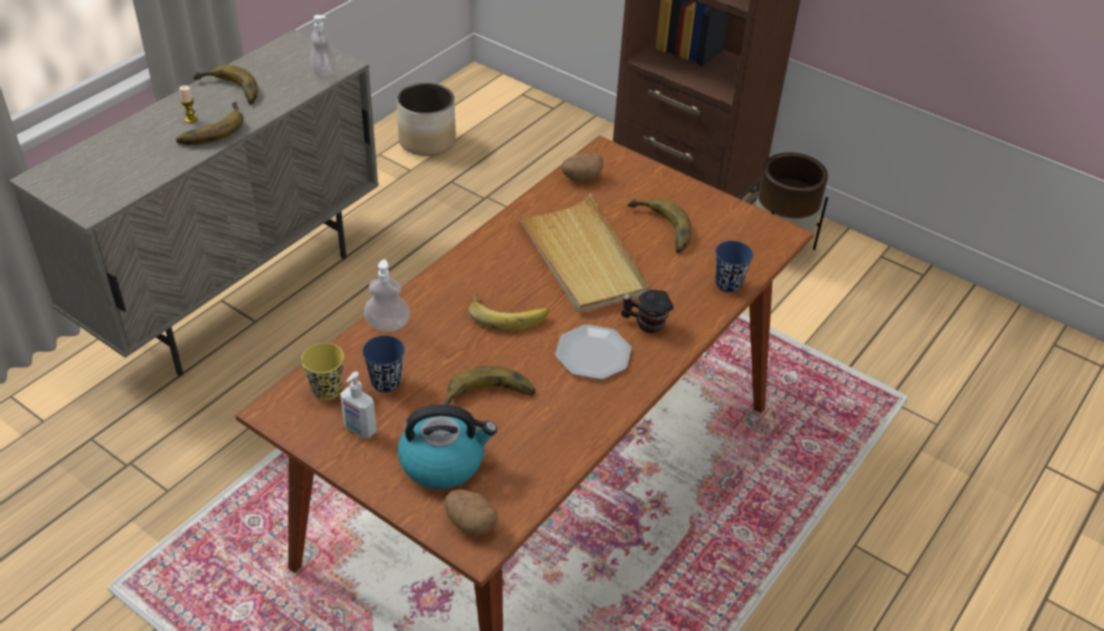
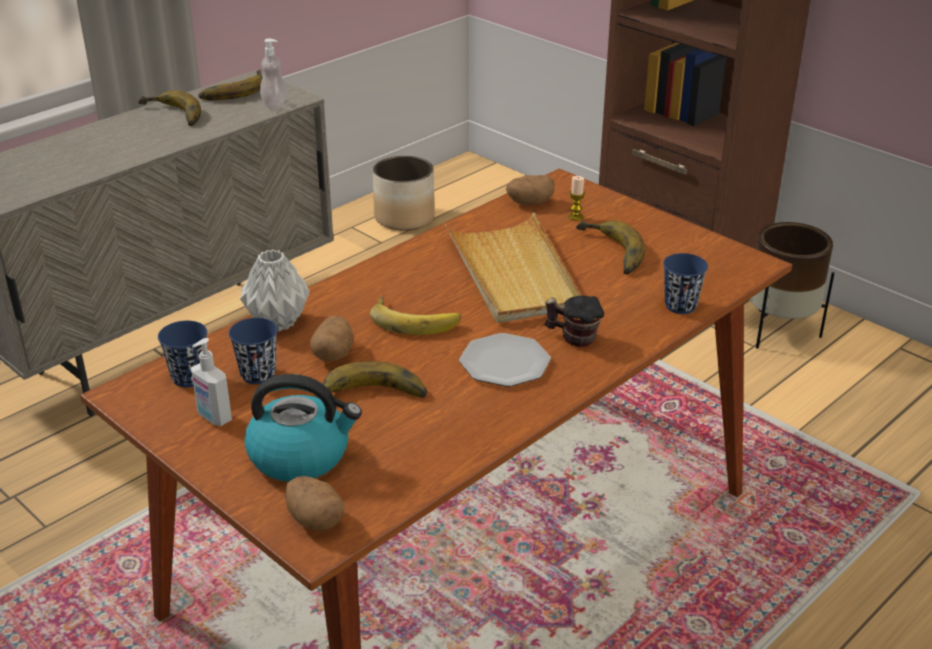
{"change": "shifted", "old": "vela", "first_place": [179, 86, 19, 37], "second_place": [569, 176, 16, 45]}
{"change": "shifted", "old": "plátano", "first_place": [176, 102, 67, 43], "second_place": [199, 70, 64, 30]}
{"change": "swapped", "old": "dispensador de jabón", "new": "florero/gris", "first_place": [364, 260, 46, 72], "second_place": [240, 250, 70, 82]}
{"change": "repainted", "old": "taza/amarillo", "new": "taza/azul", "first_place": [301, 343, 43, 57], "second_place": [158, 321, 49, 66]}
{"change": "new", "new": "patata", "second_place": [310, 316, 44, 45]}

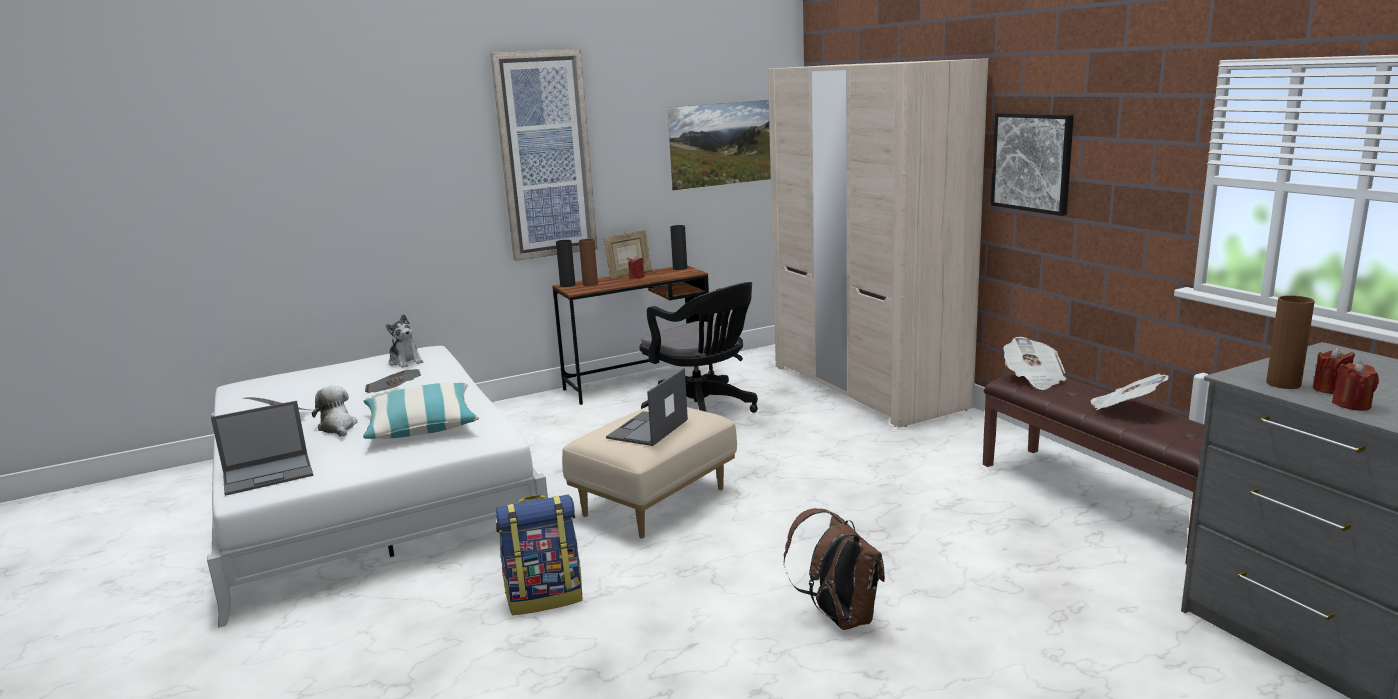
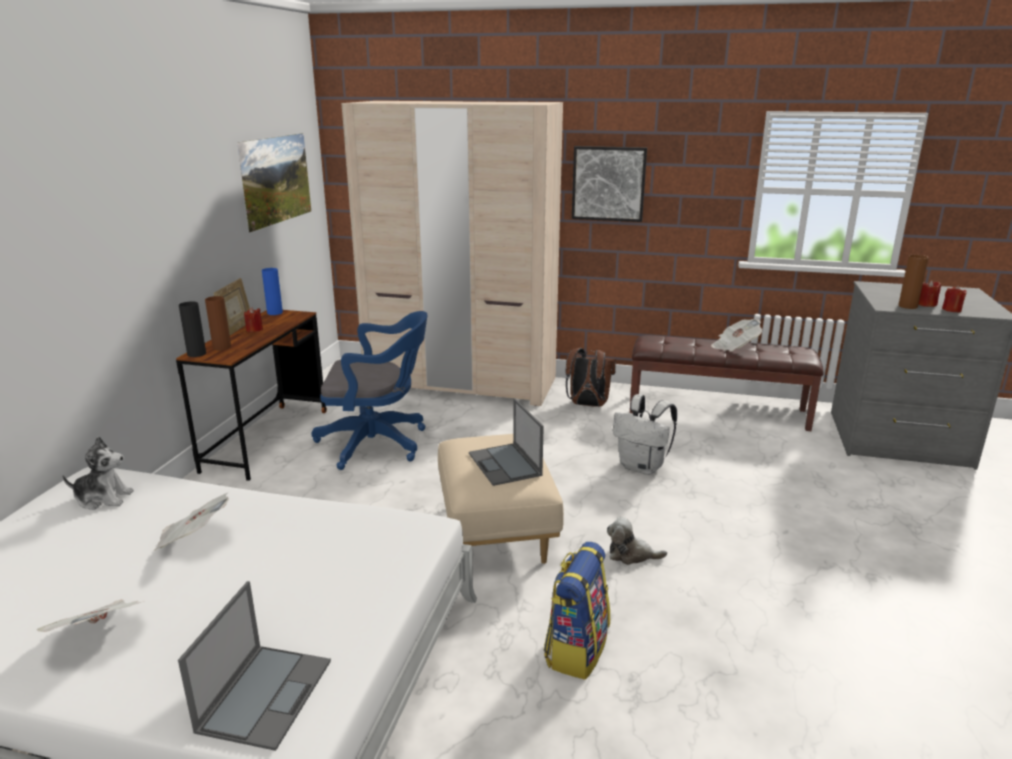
{"change": "gone", "old": "cuadro", "first_place": [490, 49, 108, 212]}
{"change": "repainted", "old": "florero/negro", "new": "florero/azul", "first_place": [670, 225, 17, 45], "second_place": [262, 268, 21, 47]}
{"change": "repainted", "old": "silla de oficina/negro", "new": "silla de oficina/azul", "first_place": [639, 282, 119, 131], "second_place": [312, 311, 116, 159]}
{"change": "gone", "old": "periódico", "first_place": [1003, 337, 64, 53]}
{"change": "gone", "old": "cojín", "first_place": [363, 383, 116, 56]}
{"change": "shifted", "old": "peluche", "first_place": [312, 386, 46, 51], "second_place": [607, 517, 60, 48]}
{"change": "shifted", "old": "mochila/marrón", "first_place": [784, 508, 101, 122], "second_place": [565, 348, 51, 59]}
{"change": "new", "new": "mochila/blanco", "second_place": [613, 394, 64, 81]}

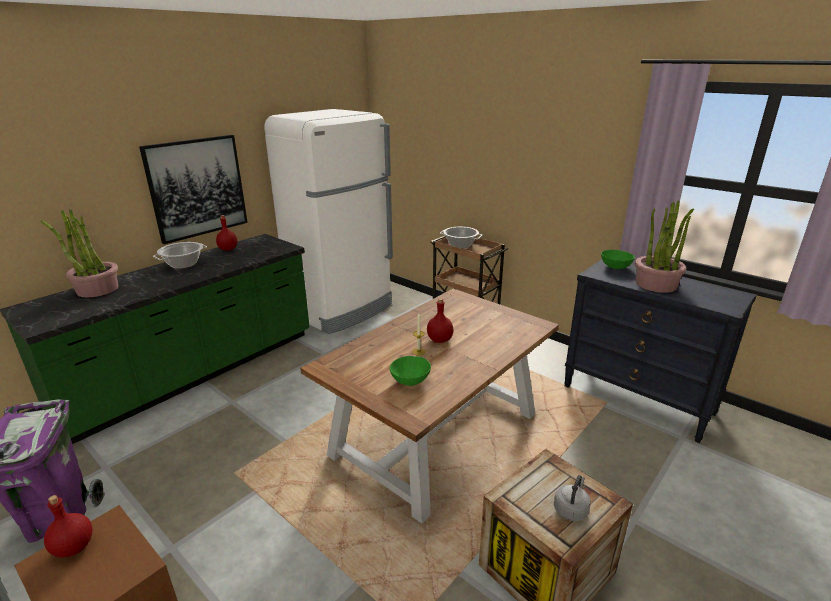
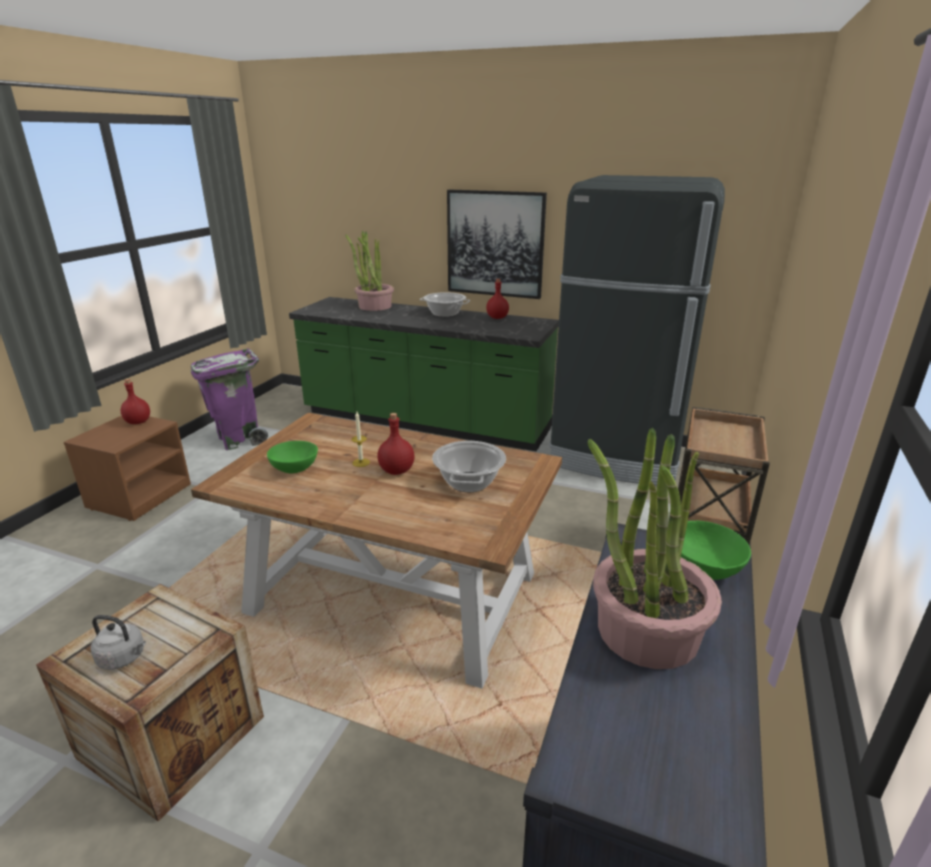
{"change": "repainted", "old": "nevera/blanco", "new": "nevera/negro", "first_place": [264, 109, 129, 225], "second_place": [549, 175, 176, 311]}
{"change": "shifted", "old": "olla", "first_place": [440, 227, 42, 22], "second_place": [432, 441, 74, 51]}

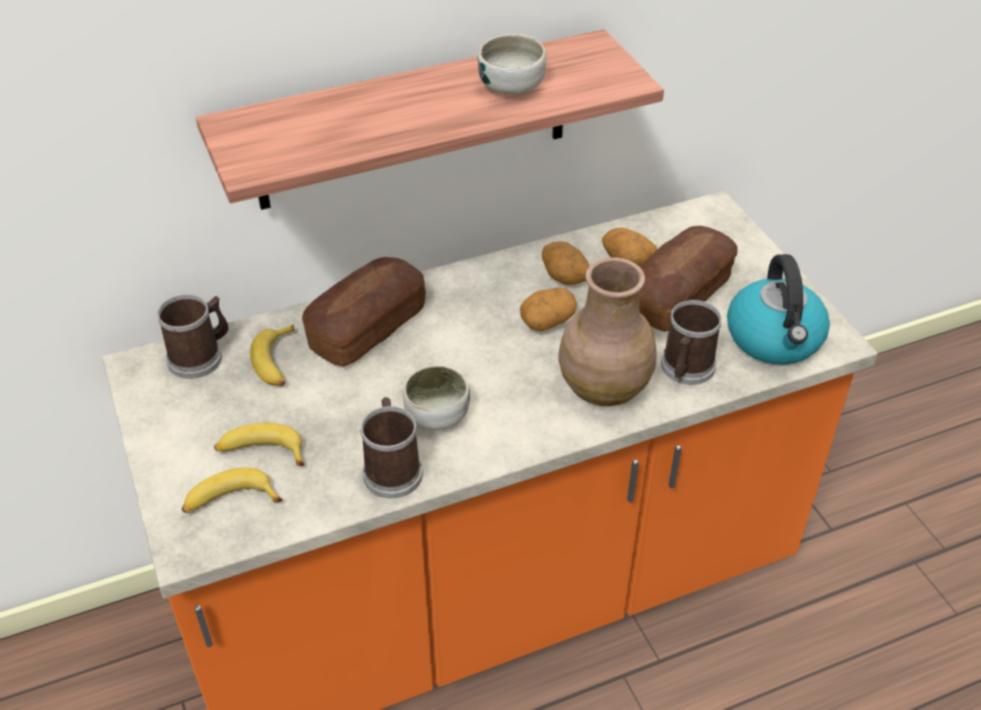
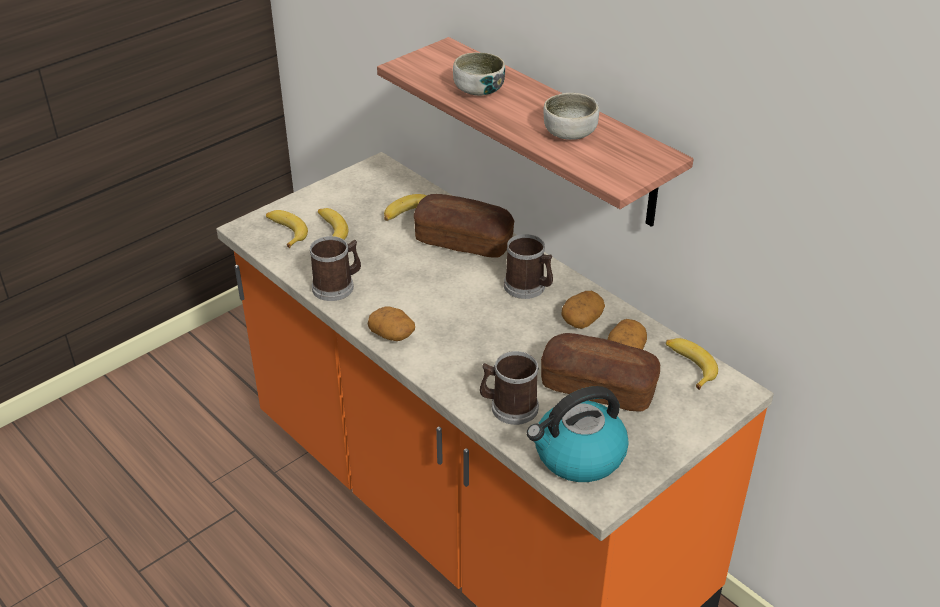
{"change": "gone", "old": "florero/marrón", "first_place": [558, 257, 99, 149]}
{"change": "shifted", "old": "patata", "first_place": [520, 287, 57, 44], "second_place": [368, 306, 47, 35]}
{"change": "shifted", "old": "taza grande", "first_place": [157, 294, 72, 85], "second_place": [504, 234, 49, 65]}
{"change": "shifted", "old": "cuenco", "first_place": [403, 365, 67, 65], "second_place": [453, 52, 52, 44]}
{"change": "new", "new": "plátano", "second_place": [666, 338, 52, 52]}

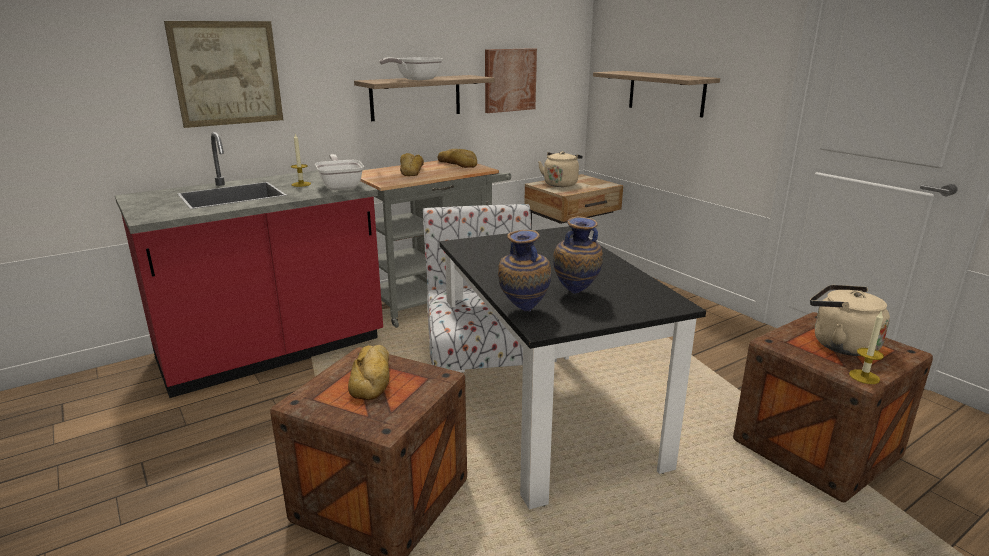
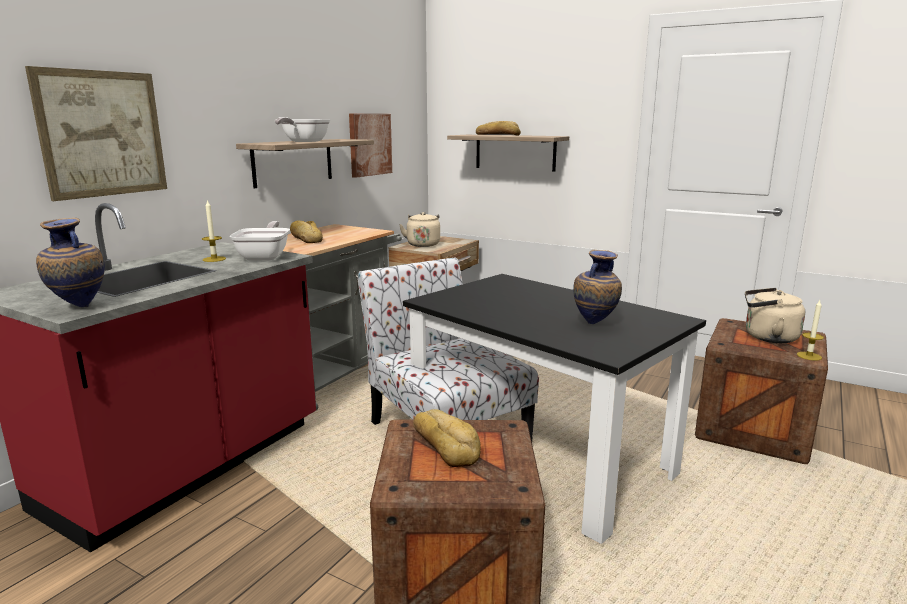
{"change": "shifted", "old": "pan", "first_place": [437, 149, 40, 19], "second_place": [476, 121, 45, 14]}
{"change": "rotated", "old": "sartén", "first_place": [315, 154, 49, 36], "second_place": [229, 221, 61, 39], "degrees": 45}
{"change": "shifted", "old": "florero", "first_place": [498, 230, 53, 82], "second_place": [36, 218, 69, 89]}

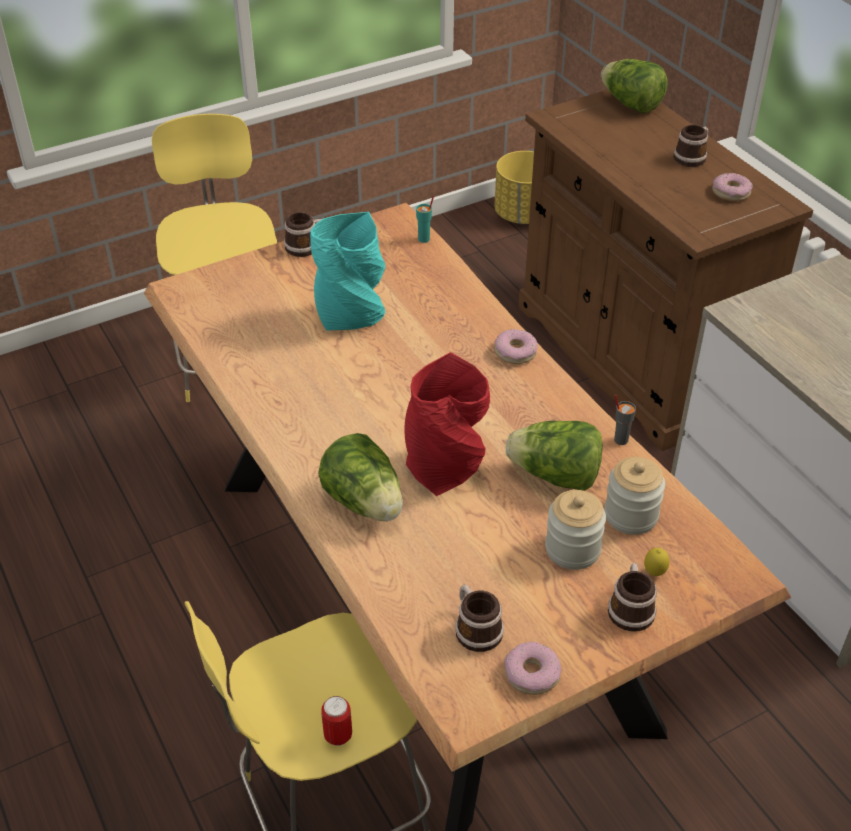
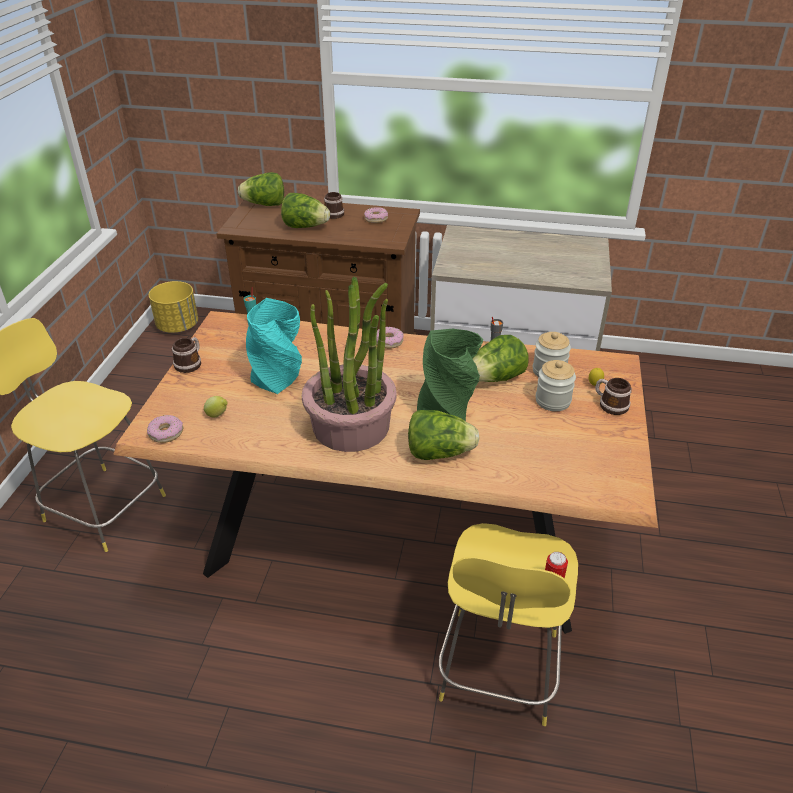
{"change": "repainted", "old": "florero/rojo", "new": "florero/verde", "first_place": [404, 352, 86, 144], "second_place": [417, 329, 66, 92]}
{"change": "gone", "old": "taza grande", "first_place": [455, 585, 49, 67]}
{"change": "shifted", "old": "rosquilla", "first_place": [504, 642, 57, 53], "second_place": [147, 415, 36, 28]}
{"change": "new", "new": "lechuga", "second_place": [281, 193, 49, 35]}
{"change": "new", "new": "planta en maceta", "second_place": [302, 277, 95, 175]}
{"change": "new", "new": "limón", "second_place": [204, 396, 24, 22]}

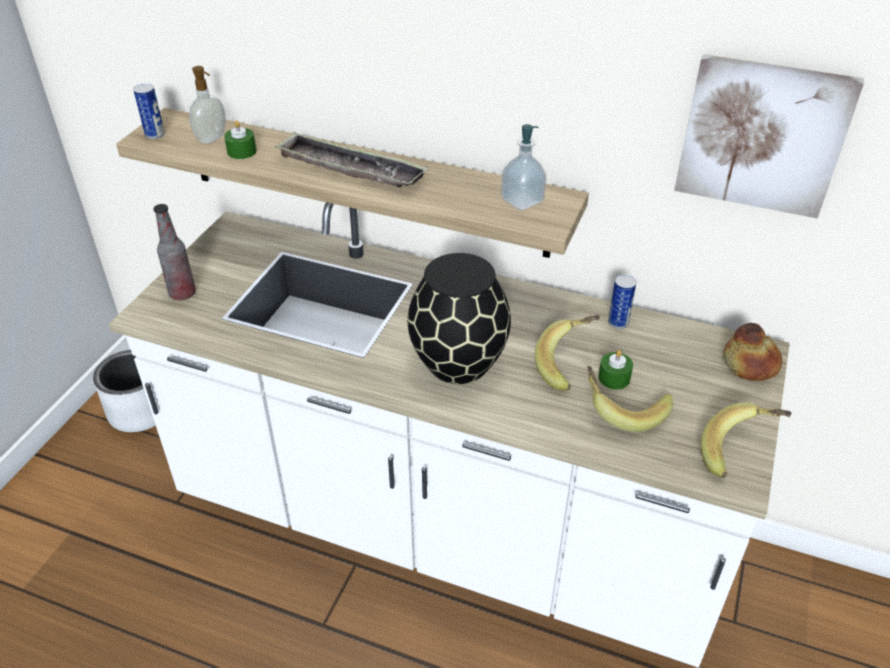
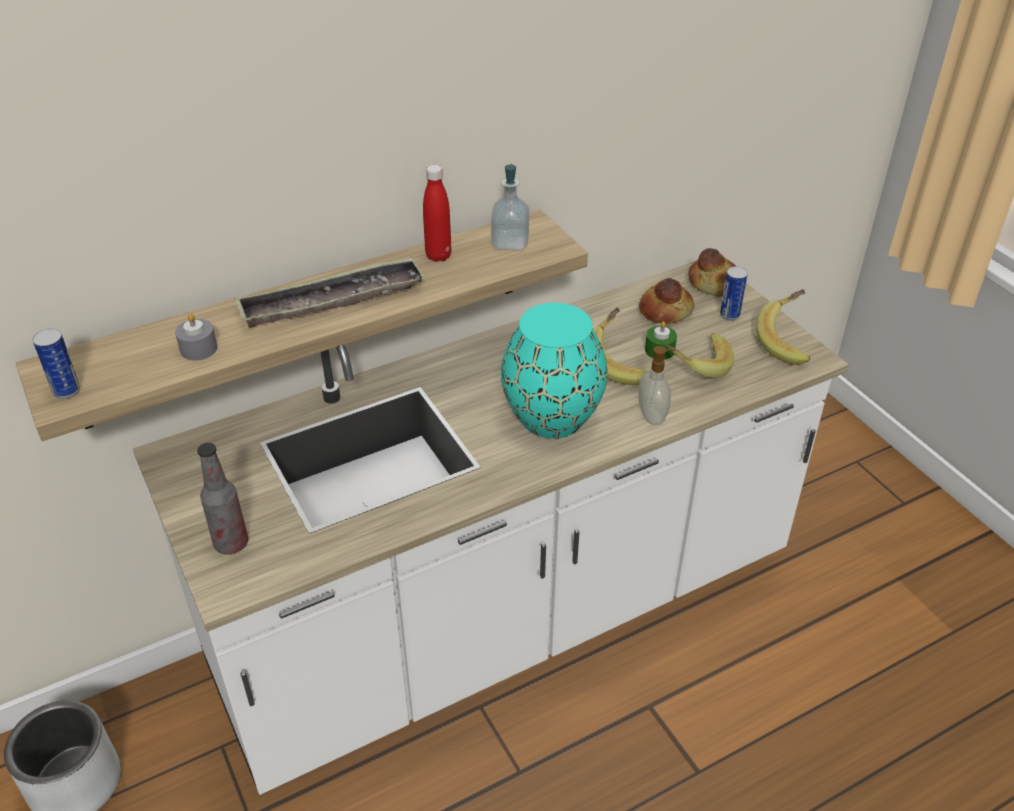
{"change": "gone", "old": "cuadro", "first_place": [674, 54, 190, 165]}
{"change": "shifted", "old": "dispensador de jabón", "first_place": [189, 66, 37, 77], "second_place": [638, 346, 38, 79]}
{"change": "repainted", "old": "vela/verde", "new": "vela/gris", "first_place": [224, 120, 32, 39], "second_place": [175, 313, 42, 48]}
{"change": "repainted", "old": "florero/negro", "new": "florero/turquesa", "first_place": [408, 253, 103, 131], "second_place": [501, 303, 106, 136]}
{"change": "shifted", "old": "lata", "first_place": [608, 275, 28, 54], "second_place": [720, 266, 28, 55]}
{"change": "new", "new": "botella/rojo", "second_place": [423, 165, 29, 97]}
{"change": "new", "new": "pan", "second_place": [639, 278, 55, 46]}

